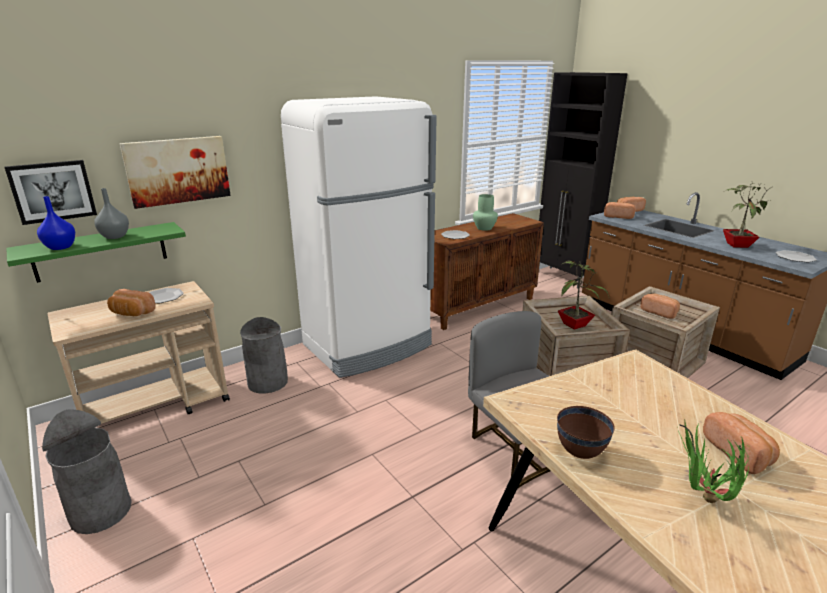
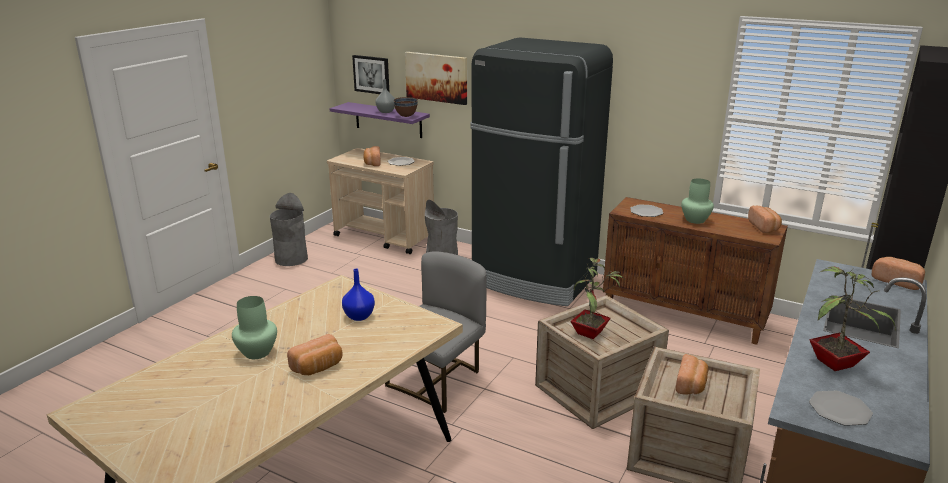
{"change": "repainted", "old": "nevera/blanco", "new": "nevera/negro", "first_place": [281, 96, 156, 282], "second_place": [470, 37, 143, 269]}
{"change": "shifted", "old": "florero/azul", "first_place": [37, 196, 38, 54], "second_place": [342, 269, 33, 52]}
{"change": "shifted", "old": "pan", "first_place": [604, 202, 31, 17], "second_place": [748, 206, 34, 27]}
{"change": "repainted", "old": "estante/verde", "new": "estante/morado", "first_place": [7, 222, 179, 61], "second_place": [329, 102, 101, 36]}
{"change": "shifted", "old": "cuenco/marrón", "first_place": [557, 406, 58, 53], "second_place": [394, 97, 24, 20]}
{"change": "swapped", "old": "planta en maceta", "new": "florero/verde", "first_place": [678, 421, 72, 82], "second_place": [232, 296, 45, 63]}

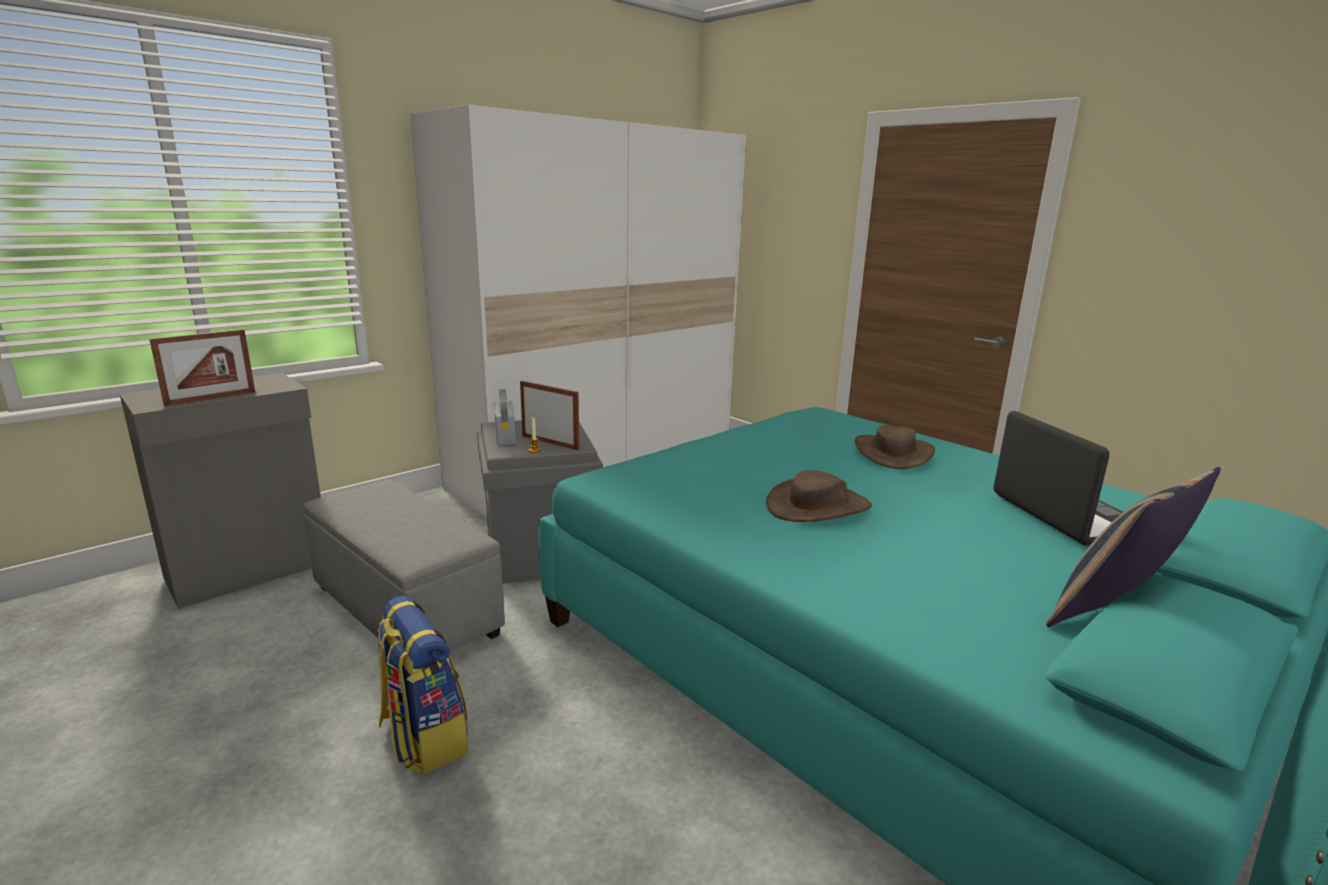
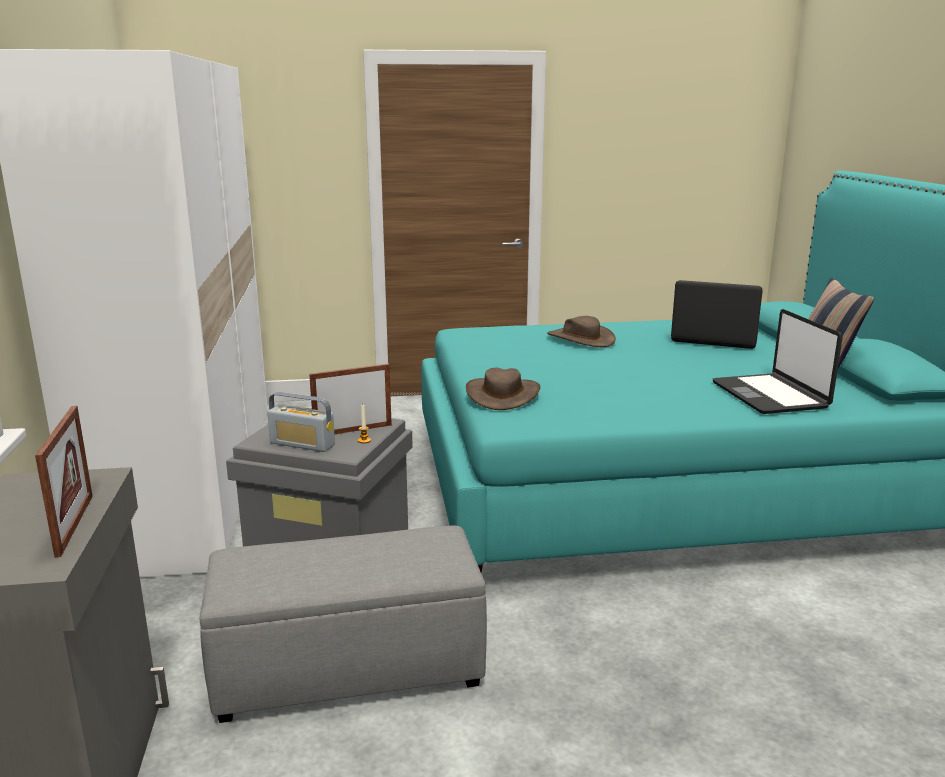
{"change": "shifted", "old": "sombrero/marrón", "first_place": [766, 470, 106, 52], "second_place": [466, 368, 74, 42]}
{"change": "gone", "old": "mochila", "first_place": [378, 596, 91, 180]}
{"change": "new", "new": "portátil", "second_place": [713, 309, 130, 105]}

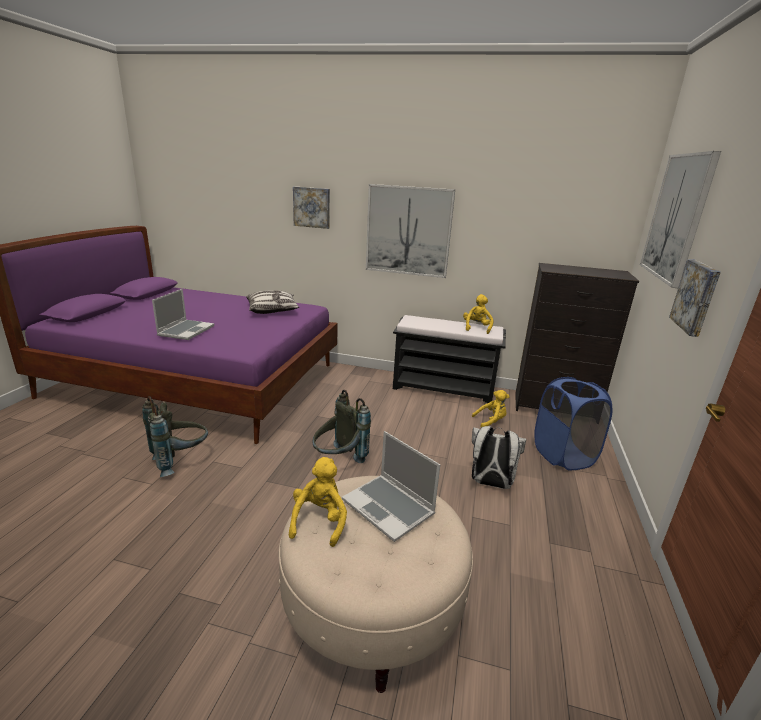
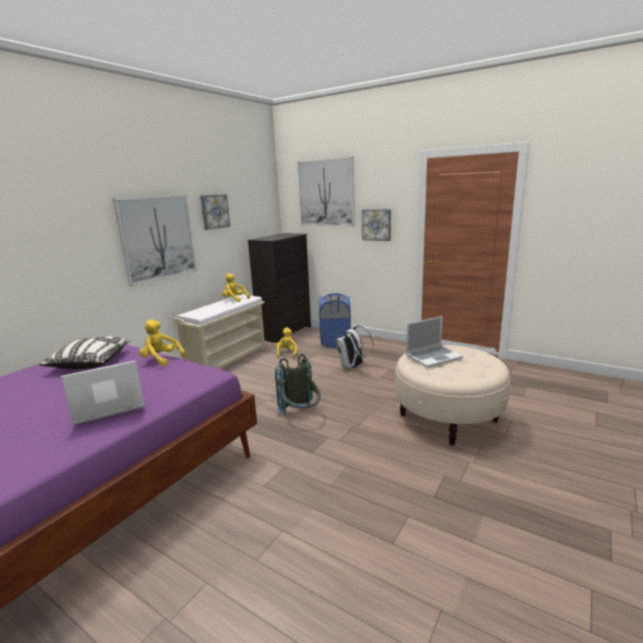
{"change": "shifted", "old": "cuadro", "first_place": [293, 187, 37, 42], "second_place": [200, 194, 30, 36]}
{"change": "rotated", "old": "portátil", "first_place": [152, 289, 62, 51], "second_place": [61, 360, 84, 64], "degrees": -60}
{"change": "repainted", "old": "banco/negro", "new": "banco/beis", "first_place": [393, 315, 113, 88], "second_place": [173, 294, 93, 75]}
{"change": "gone", "old": "mochila/gris", "first_place": [142, 396, 66, 81]}
{"change": "shifted", "old": "peluche/amarillo", "first_place": [289, 457, 58, 90], "second_place": [139, 320, 46, 46]}

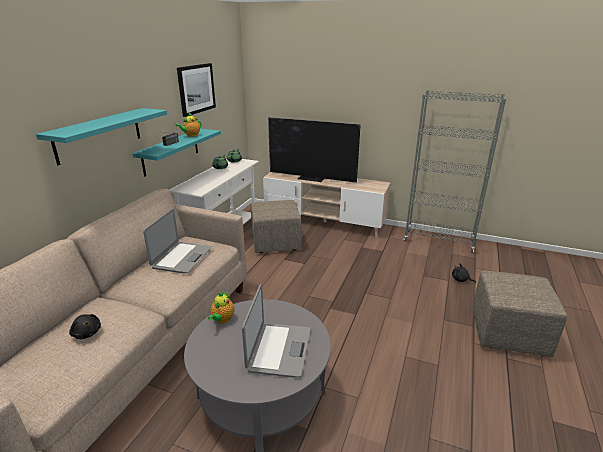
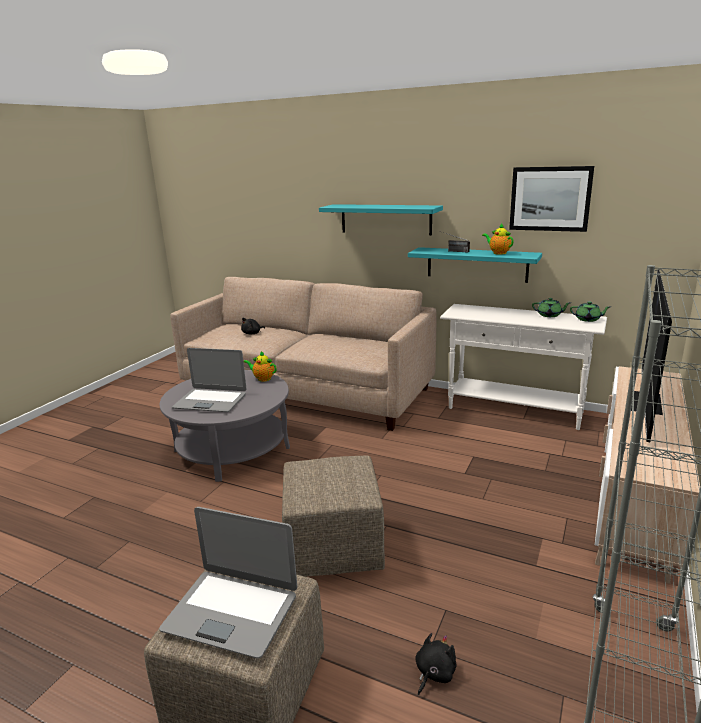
{"change": "shifted", "old": "puf/beis", "first_place": [251, 200, 51, 53], "second_place": [282, 456, 103, 121]}
{"change": "shifted", "old": "portátil", "first_place": [143, 209, 69, 64], "second_place": [159, 507, 138, 152]}

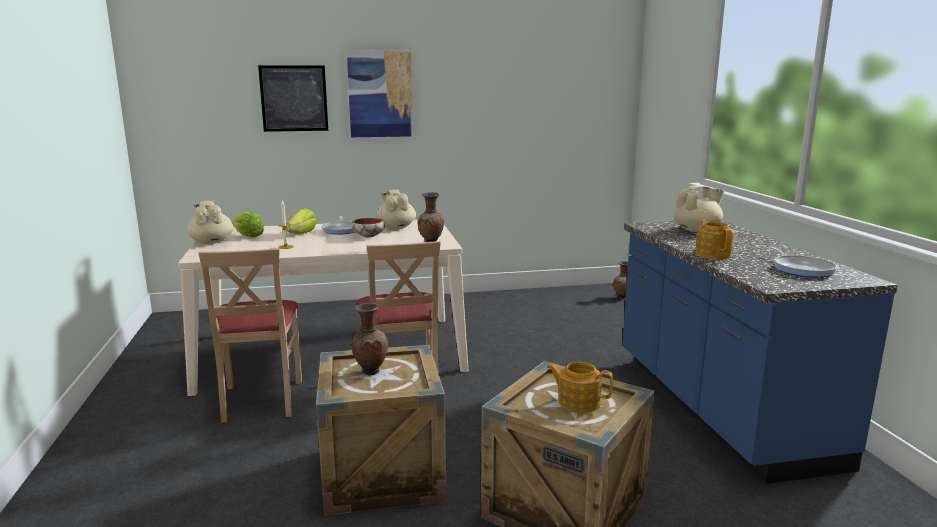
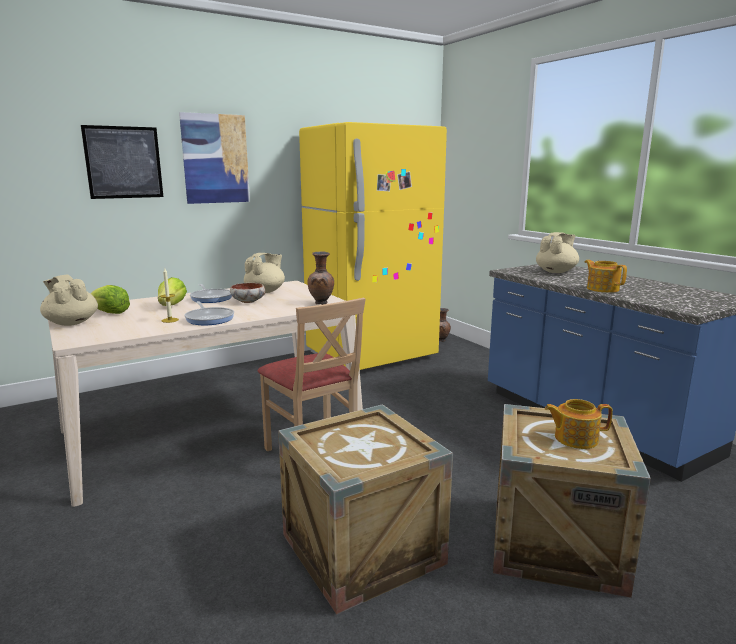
{"change": "rotated", "old": "tetera/beis", "first_place": [376, 190, 40, 40], "second_place": [244, 253, 41, 40], "degrees": 75}
{"change": "shifted", "old": "sartén", "first_place": [769, 246, 68, 31], "second_place": [184, 301, 50, 24]}
{"change": "gone", "old": "silla/beis", "first_place": [198, 248, 104, 175]}
{"change": "gone", "old": "florero/marrón", "first_place": [351, 303, 37, 73]}
{"change": "new", "new": "nevera/amarillo", "second_place": [299, 122, 148, 248]}

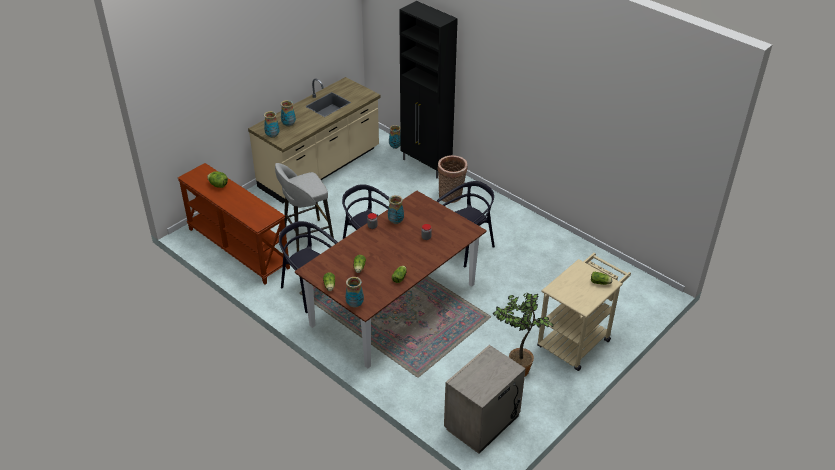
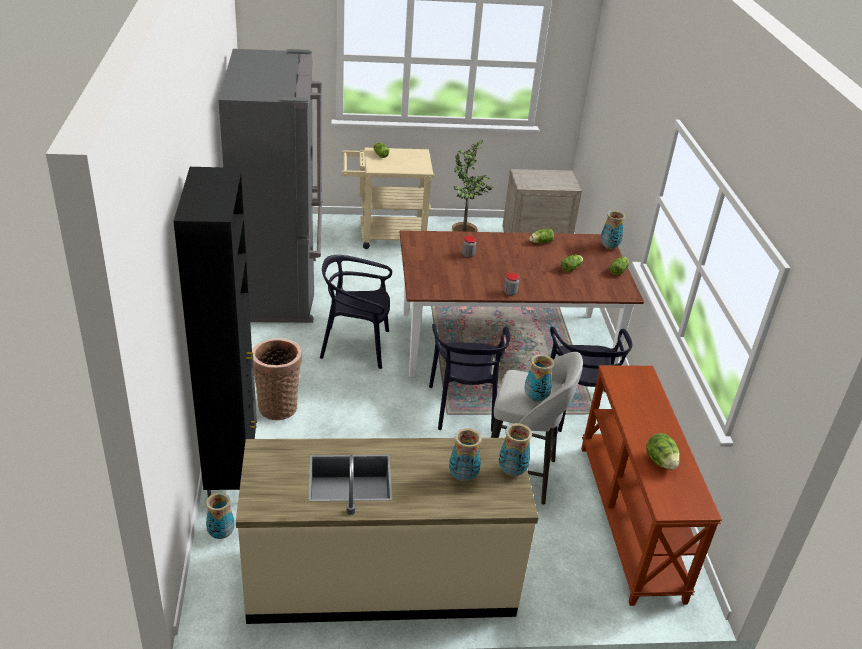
{"change": "shifted", "old": "florero", "first_place": [388, 195, 16, 29], "second_place": [524, 354, 30, 48]}
{"change": "new", "new": "nevera/gris", "second_place": [219, 49, 104, 274]}

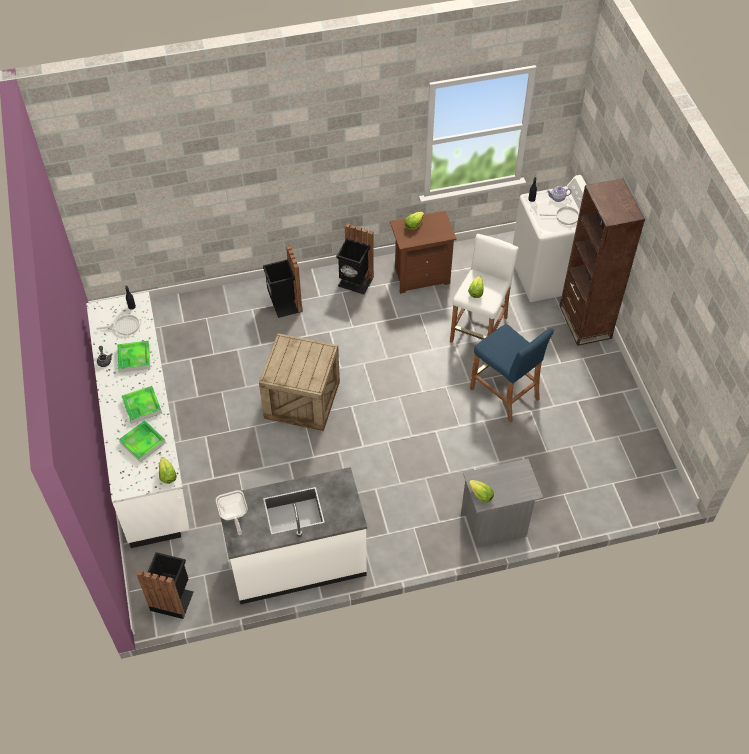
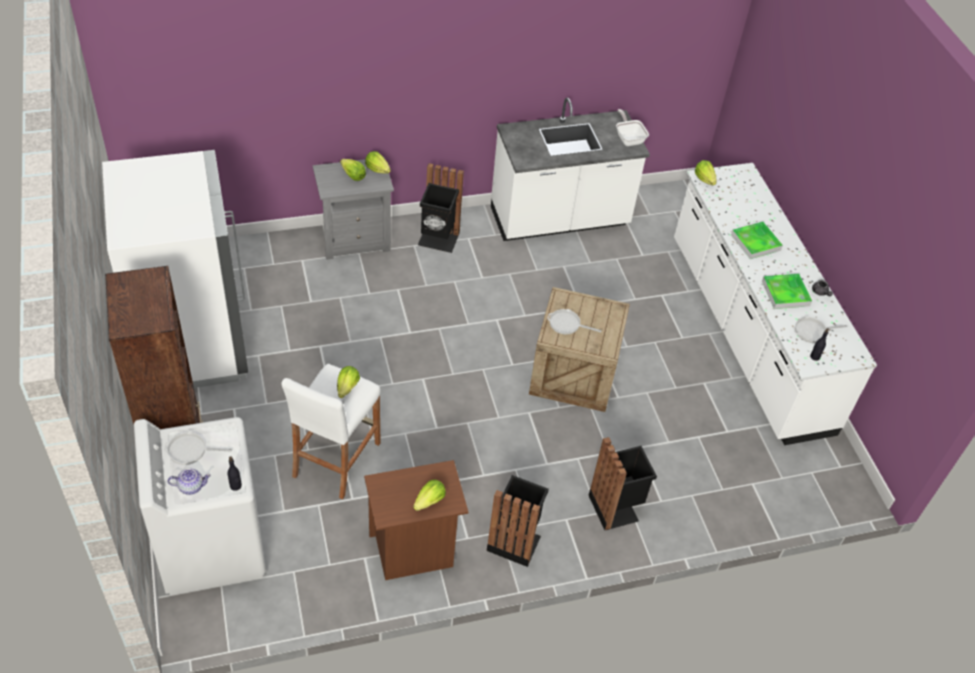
{"change": "gone", "old": "taburete/azul", "first_place": [470, 324, 84, 99]}
{"change": "gone", "old": "bandeja", "first_place": [119, 420, 47, 42]}
{"change": "shifted", "old": "papelera/negro", "first_place": [136, 552, 58, 67], "second_place": [418, 163, 46, 90]}
{"change": "new", "new": "nevera/blanco", "second_place": [102, 150, 146, 238]}
{"change": "new", "new": "lechuga", "second_place": [340, 159, 26, 22]}
{"change": "new", "new": "sartén", "second_place": [547, 309, 55, 26]}

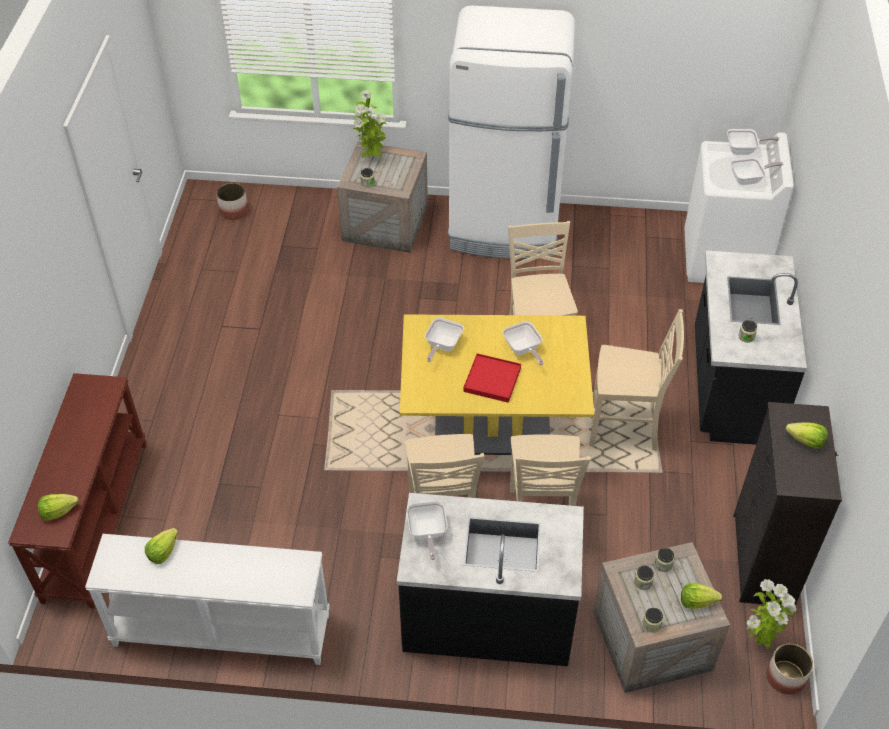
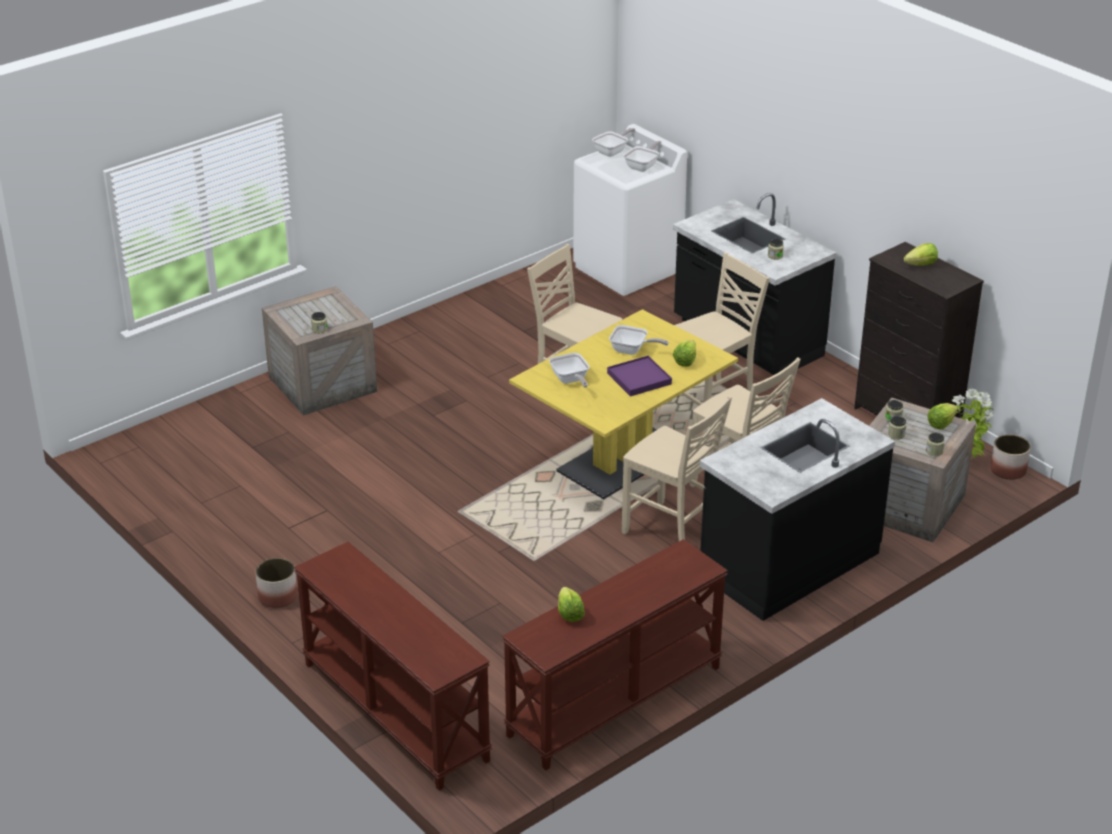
{"change": "gone", "old": "nevera/blanco", "first_place": [448, 5, 127, 254]}
{"change": "gone", "old": "planta en maceta", "first_place": [353, 90, 34, 68]}
{"change": "shifted", "old": "maceta", "first_place": [216, 183, 32, 37], "second_place": [256, 558, 42, 50]}
{"change": "repainted", "old": "bandeja/rojo", "new": "bandeja/morado", "first_place": [463, 353, 58, 50], "second_place": [607, 356, 65, 40]}
{"change": "shifted", "old": "lechuga", "first_place": [38, 494, 40, 27], "second_place": [673, 340, 23, 27]}
{"change": "gone", "old": "sartén", "first_place": [407, 501, 41, 59]}
{"change": "repainted", "old": "mesa consola/blanco", "new": "mesa consola/marrón", "first_place": [85, 534, 245, 131], "second_place": [502, 539, 226, 231]}

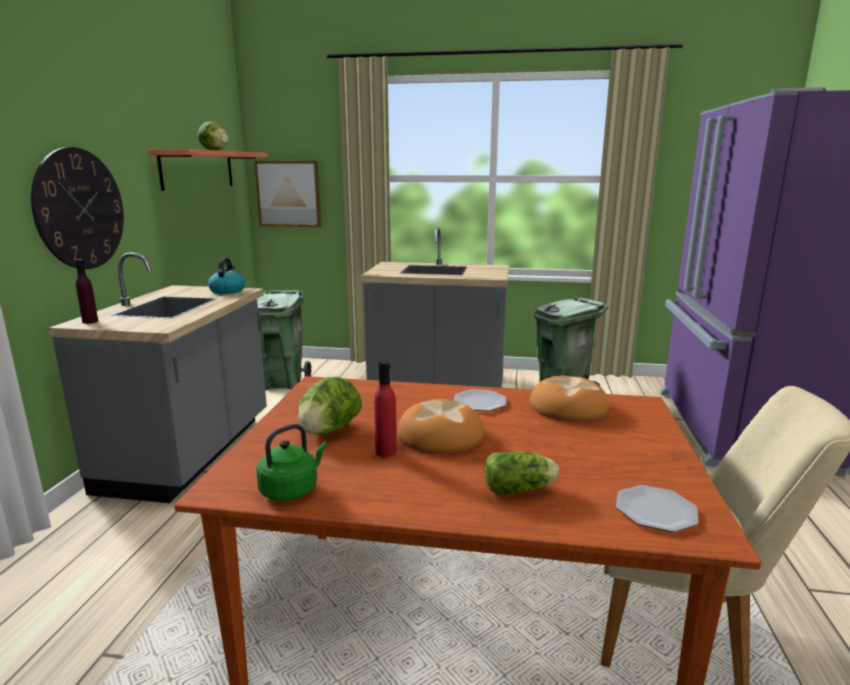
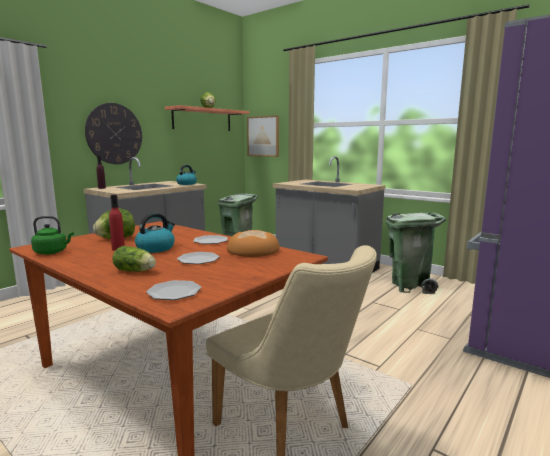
{"change": "swapped", "old": "pan", "new": "hervidor", "first_place": [397, 399, 87, 55], "second_place": [135, 213, 40, 40]}
{"change": "new", "new": "plato", "second_place": [177, 252, 43, 12]}

